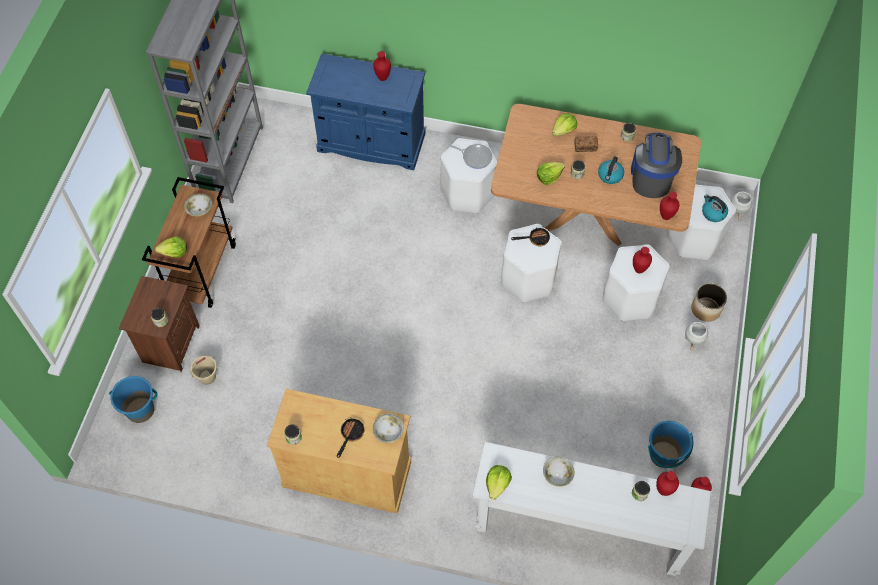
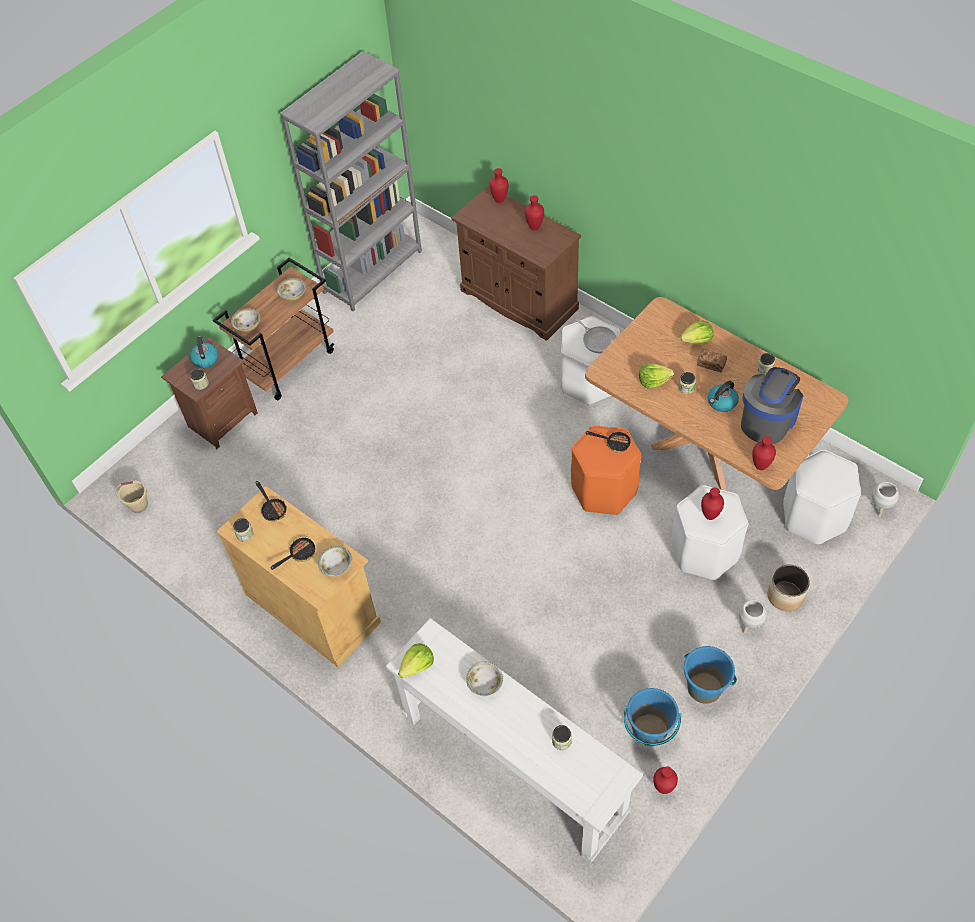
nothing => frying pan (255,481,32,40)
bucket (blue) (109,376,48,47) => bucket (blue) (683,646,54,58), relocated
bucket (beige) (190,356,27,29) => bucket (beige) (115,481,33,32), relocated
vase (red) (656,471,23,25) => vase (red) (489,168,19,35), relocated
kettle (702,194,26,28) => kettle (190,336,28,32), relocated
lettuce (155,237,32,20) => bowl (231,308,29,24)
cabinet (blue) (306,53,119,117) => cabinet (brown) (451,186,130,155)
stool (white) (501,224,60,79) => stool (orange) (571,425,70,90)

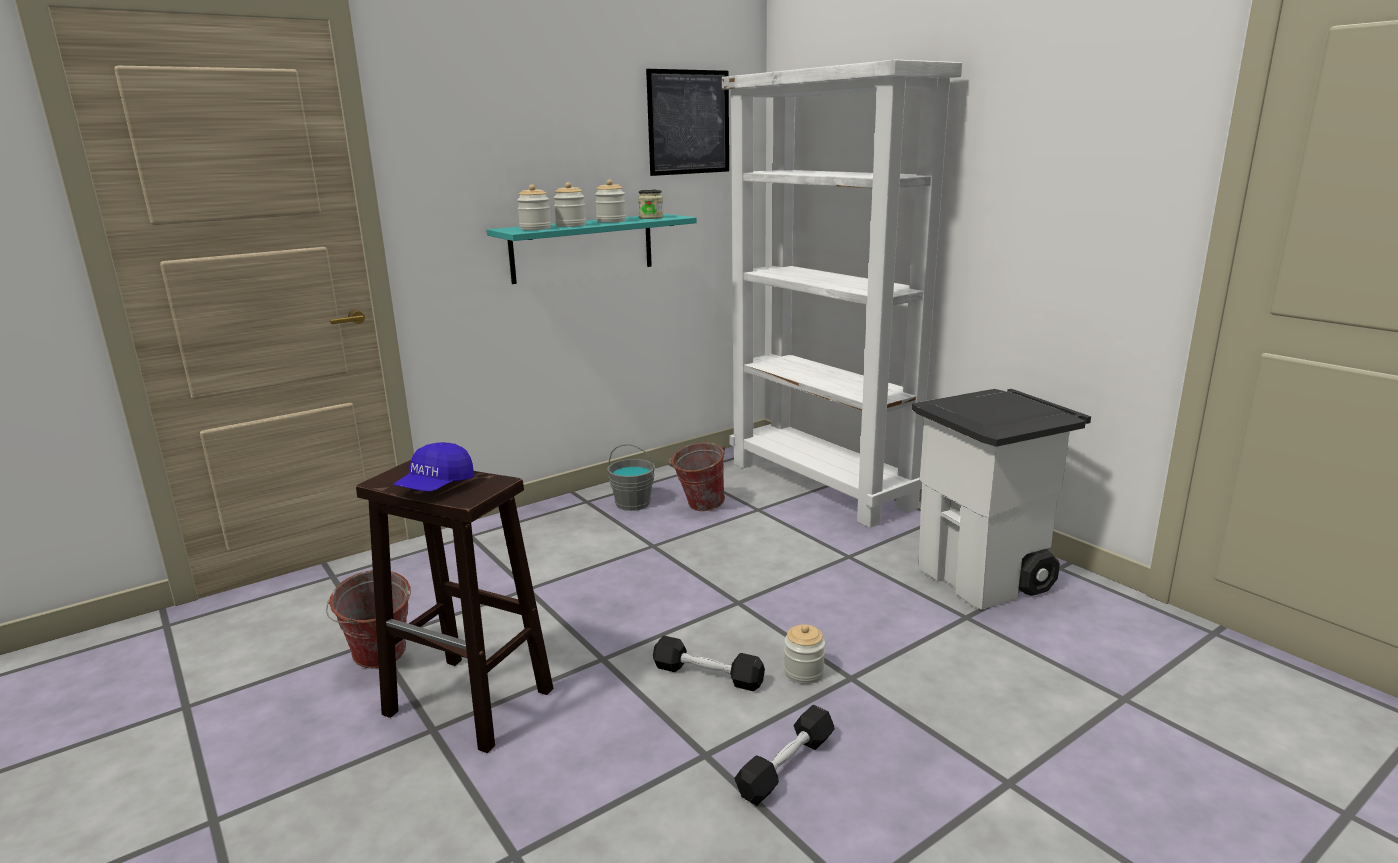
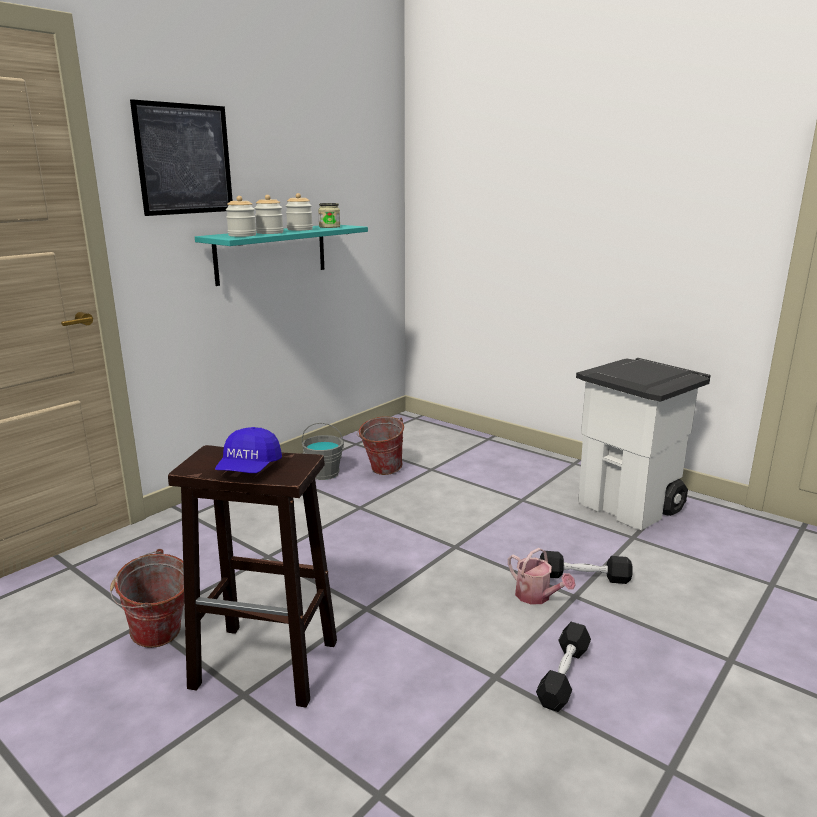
bookcase (white) (722,60,240,468) => nothing
picture (646,69,83,107) => picture (130,99,103,117), relocated
dumbbell (black) (653,636,112,55) => dumbbell (black) (540,551,93,33), relocated
jar (784,624,41,60) => watering can (508,548,68,57)

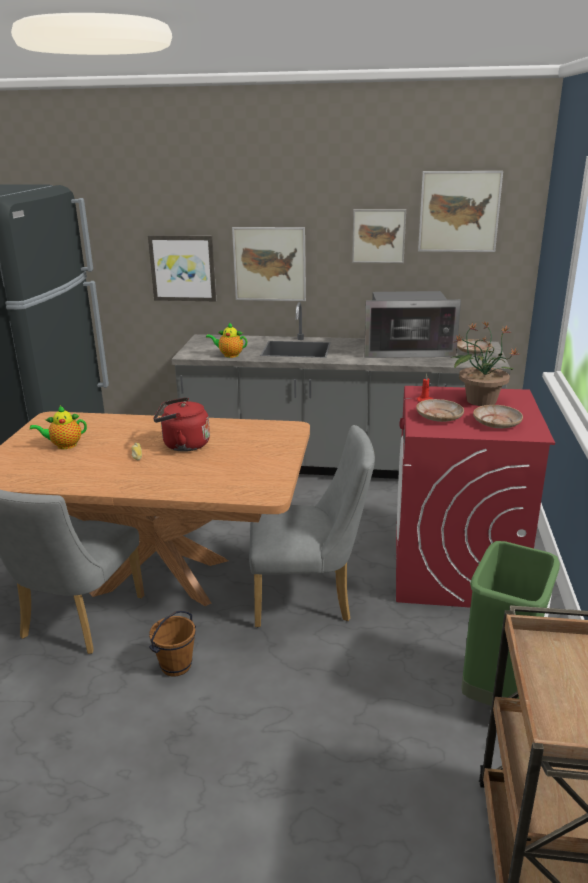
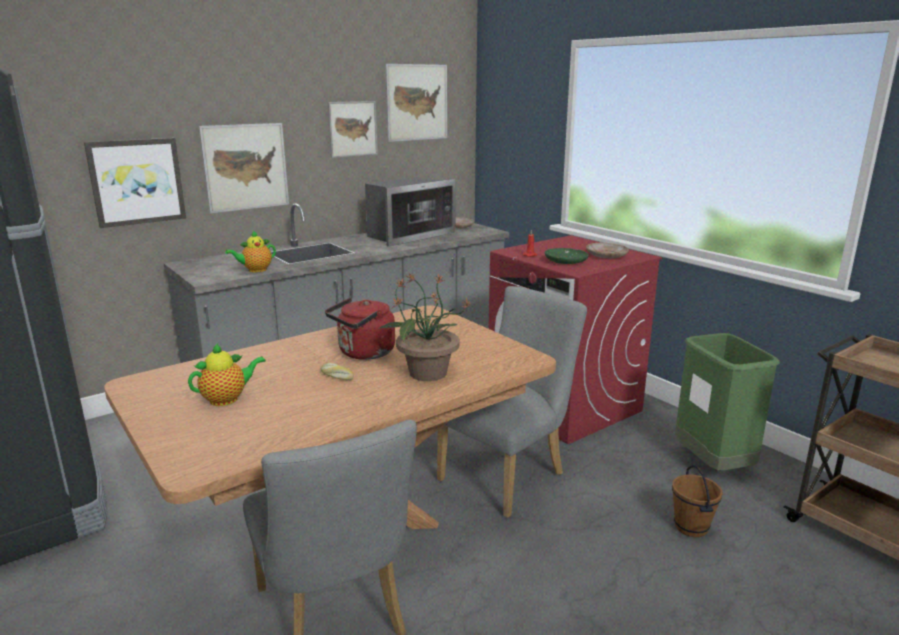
bucket (brown) (149,610,47,67) => bucket (brown) (672,465,51,72), relocated
potted plant (451,321,67,85) => potted plant (377,273,94,108), relocated
plate (beige) (416,399,48,23) => plate (green) (545,248,44,16)
teapot (30,405,57,44) => teapot (188,343,78,63), 150 degrees counterclockwise

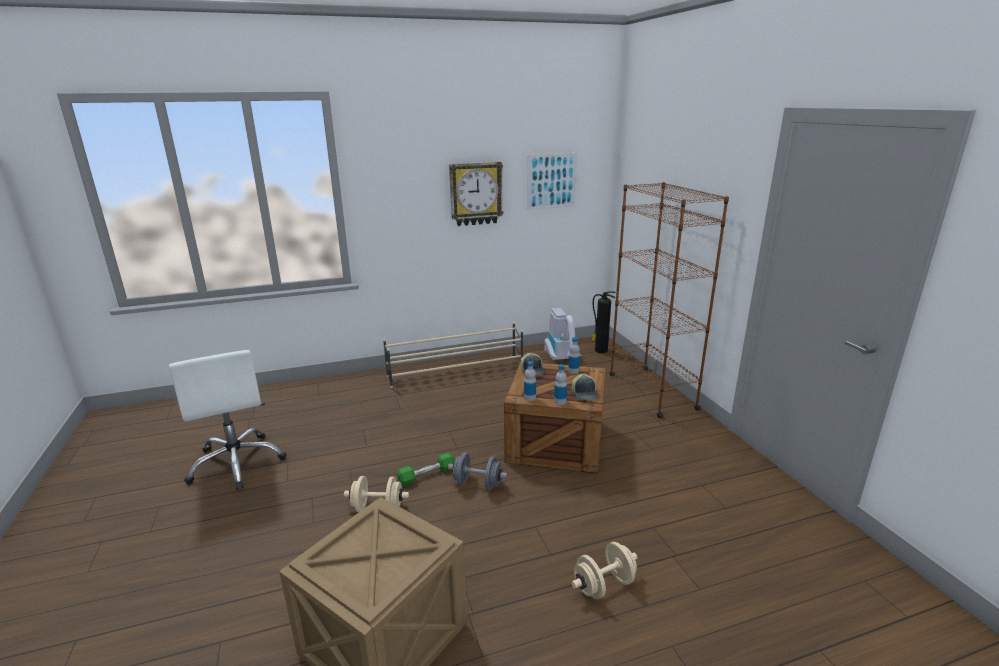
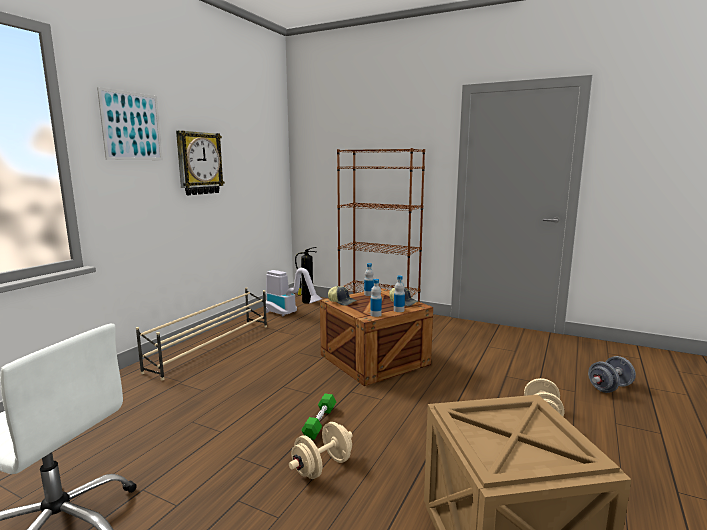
dumbbell (grey) (448,452,59,39) => dumbbell (grey) (588,356,48,37), relocated
picture (527,153,50,57) => picture (97,87,66,73), relocated

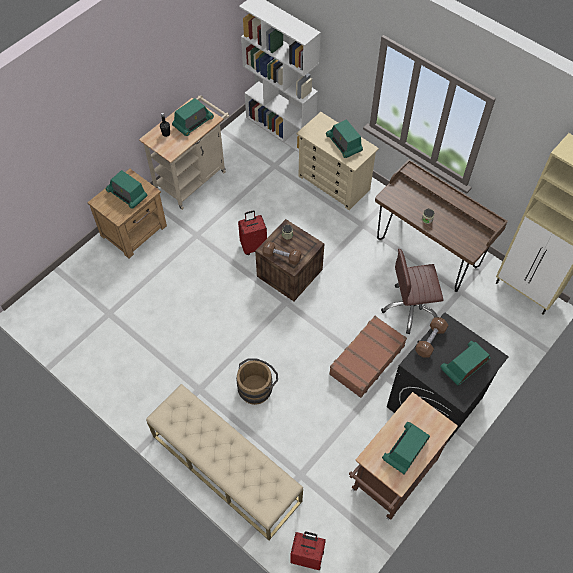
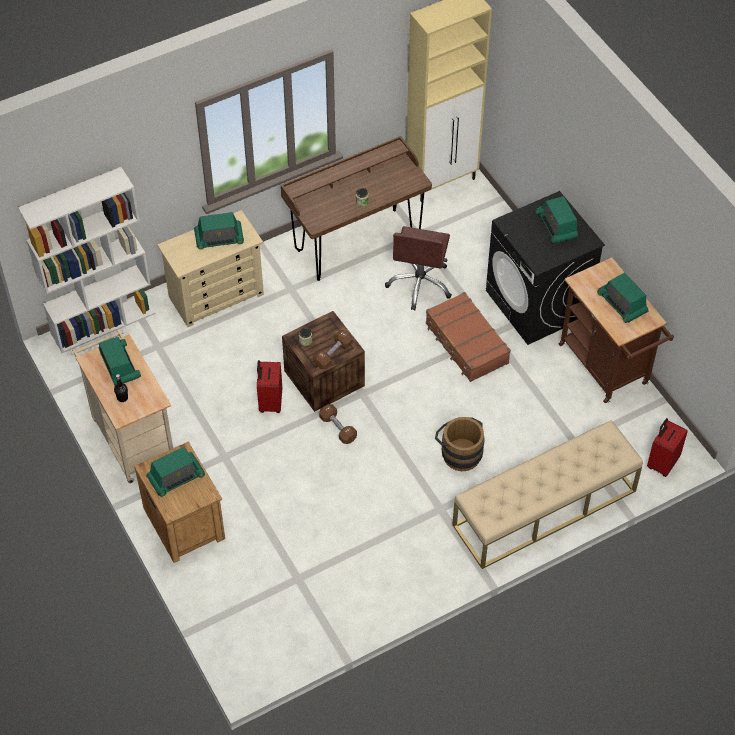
dumbbell (brown) (415,317,33,41) => dumbbell (brown) (319,404,38,40), relocated

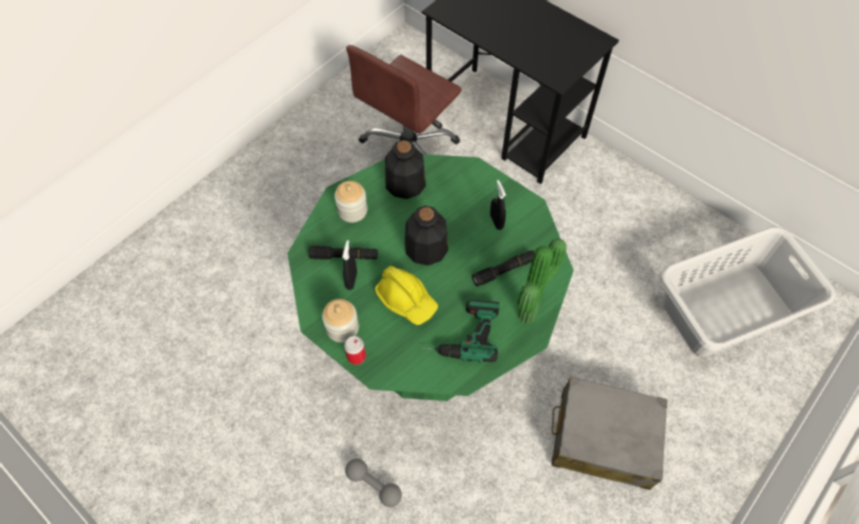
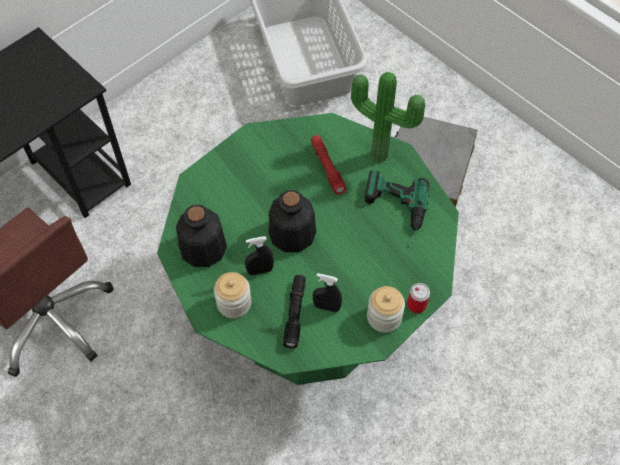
dumbbell (grey) (345,459,57,48) => nothing
hard hat (yellow) (375,266,63,59) => nothing
spray bottle (black) (490,180,16,50) => spray bottle (black) (245,237,29,38), relocated
flashlight (black) (472,250,63,36) => flashlight (red) (311,135,36,60)

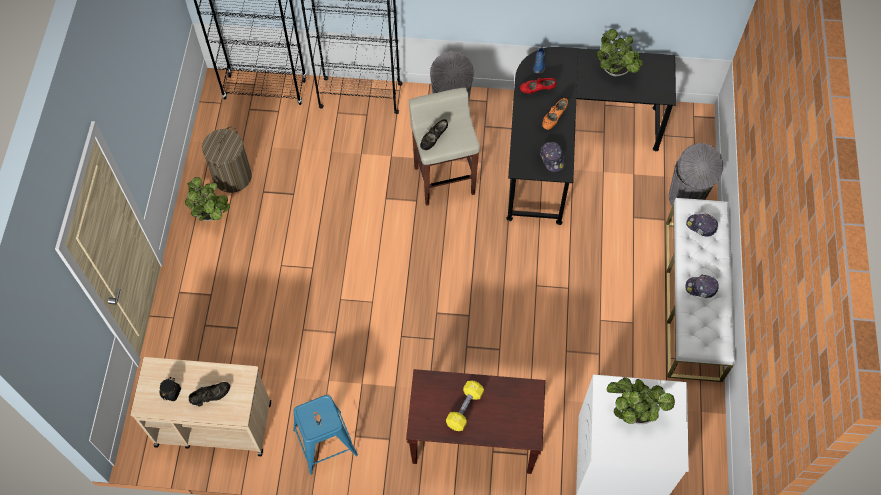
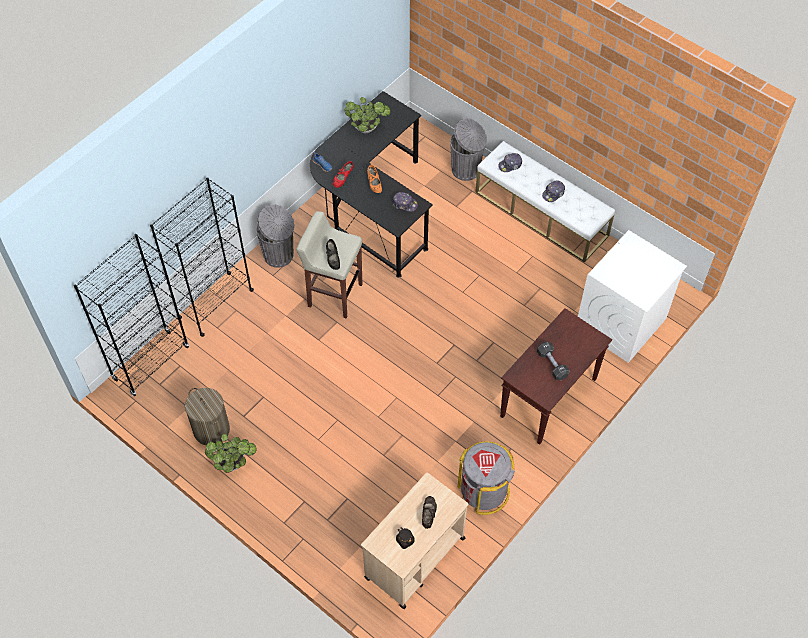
potted plant (607,377,68,47) => nothing
stool (blue) (293,395,65,80) => trash can (grey) (458,441,57,74)
dumbbell (yellow) (446,381,38,50) => dumbbell (black) (537,342,33,38)

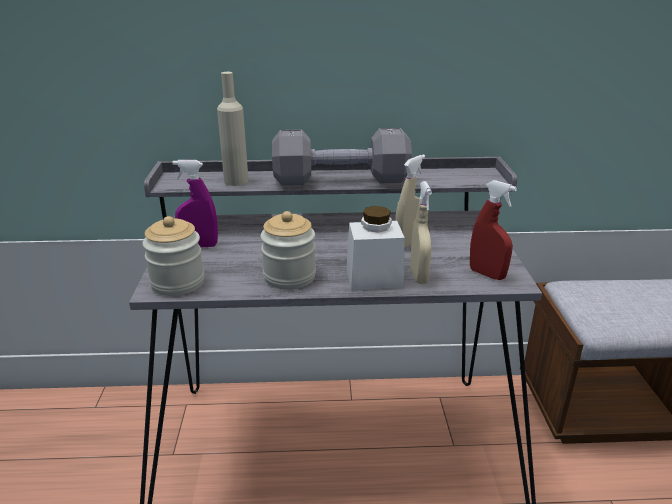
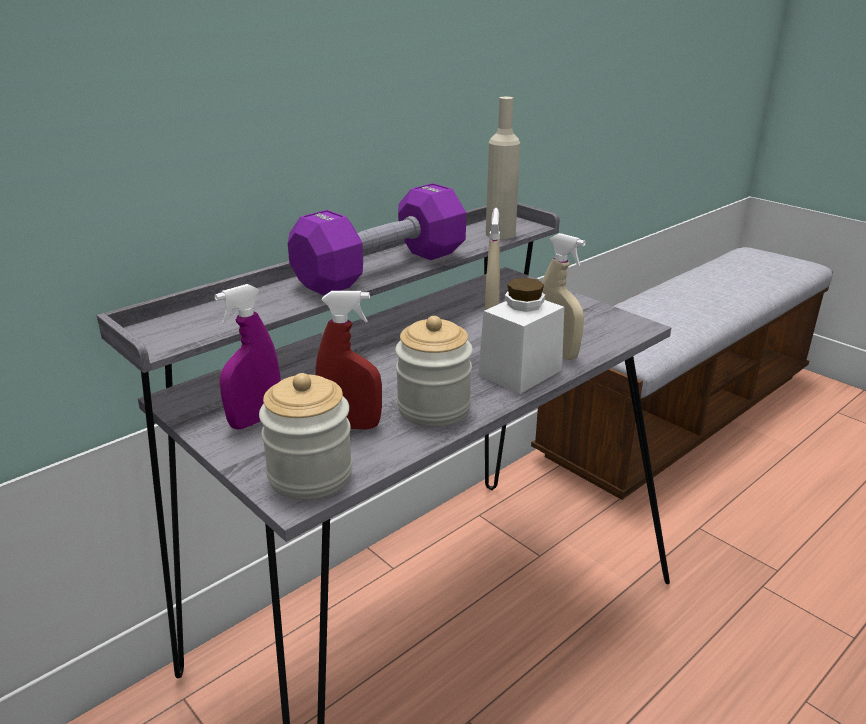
bottle (beige) (217,72,32,114) => bottle (beige) (486,97,34,142), relocated
spray bottle (red) (470,180,47,100) => spray bottle (red) (315,291,67,138), relocated
dumbbell (grey) (272,128,140,58) => dumbbell (purple) (288,183,178,113)

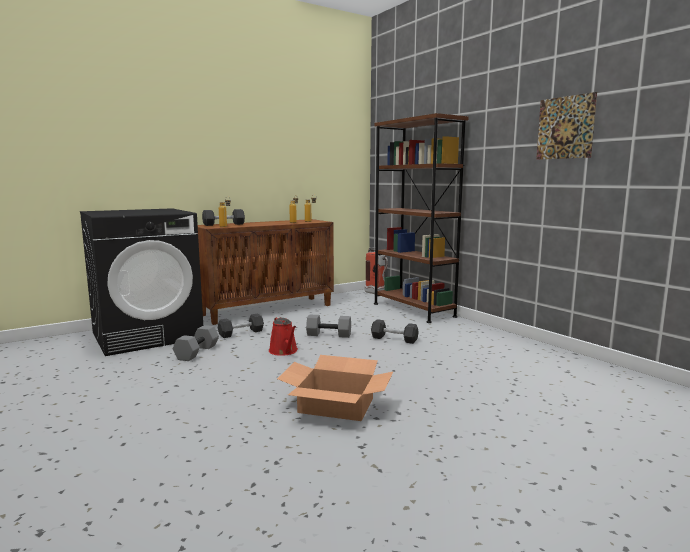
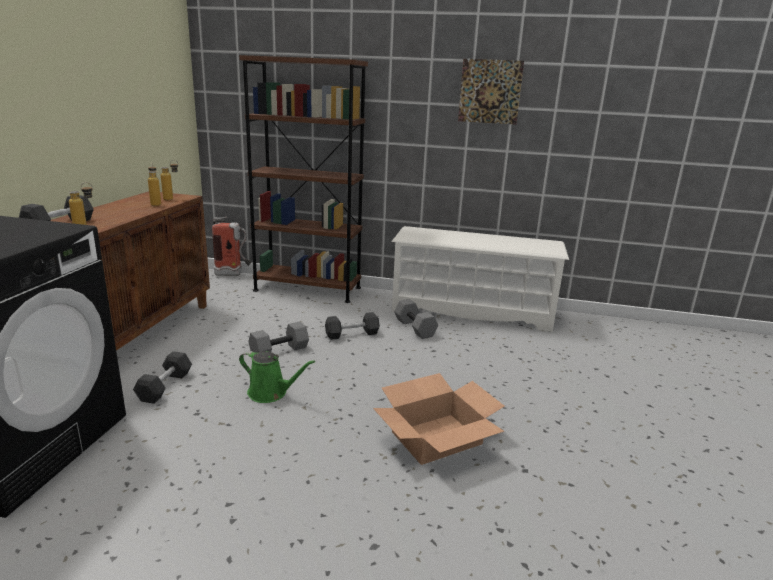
nothing => shoe rack (white) (391,226,178,106)
dumbbell (grey) (173,325,46,36) => dumbbell (grey) (394,299,44,40), relocated
watering can (red) (269,317,29,39) => watering can (green) (239,351,76,52)

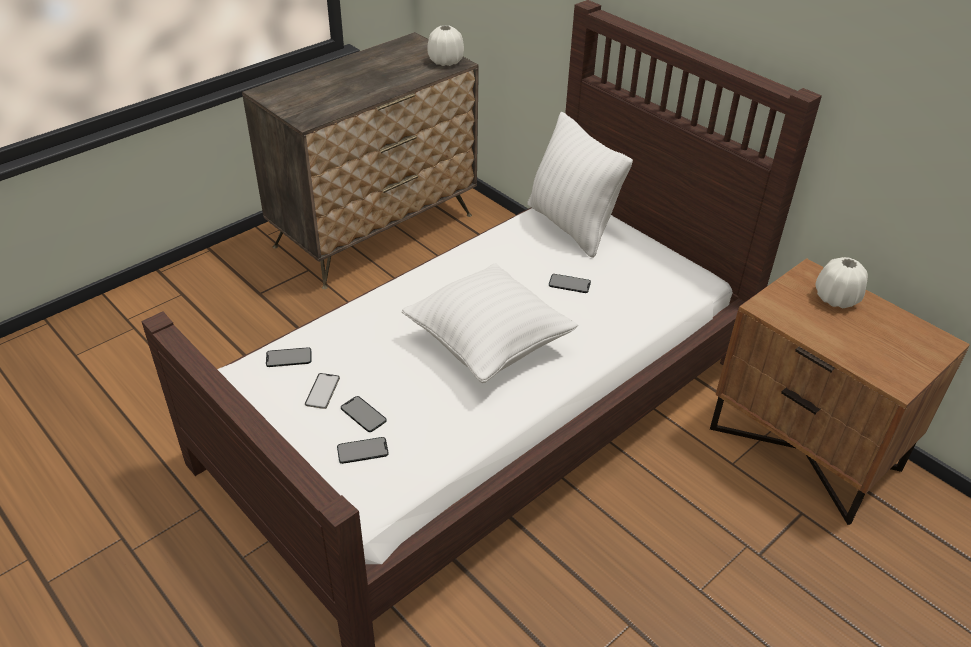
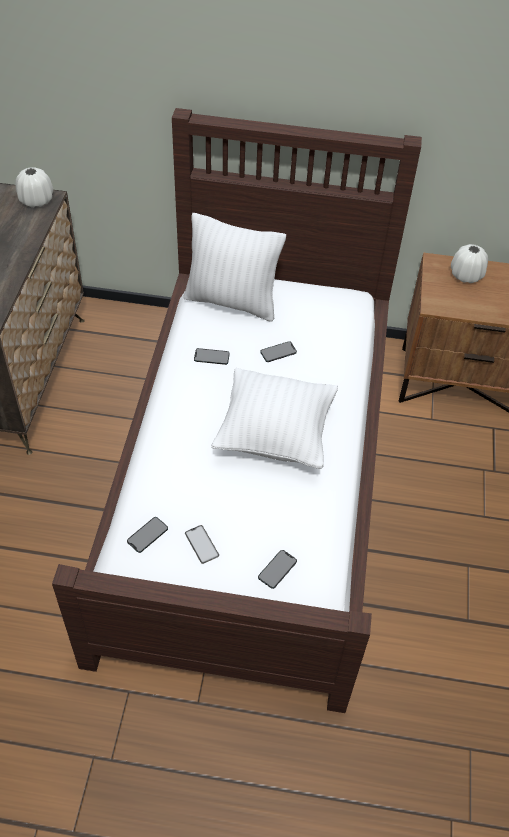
phone (341,396,46,36) => phone (194,348,36,17), relocated

